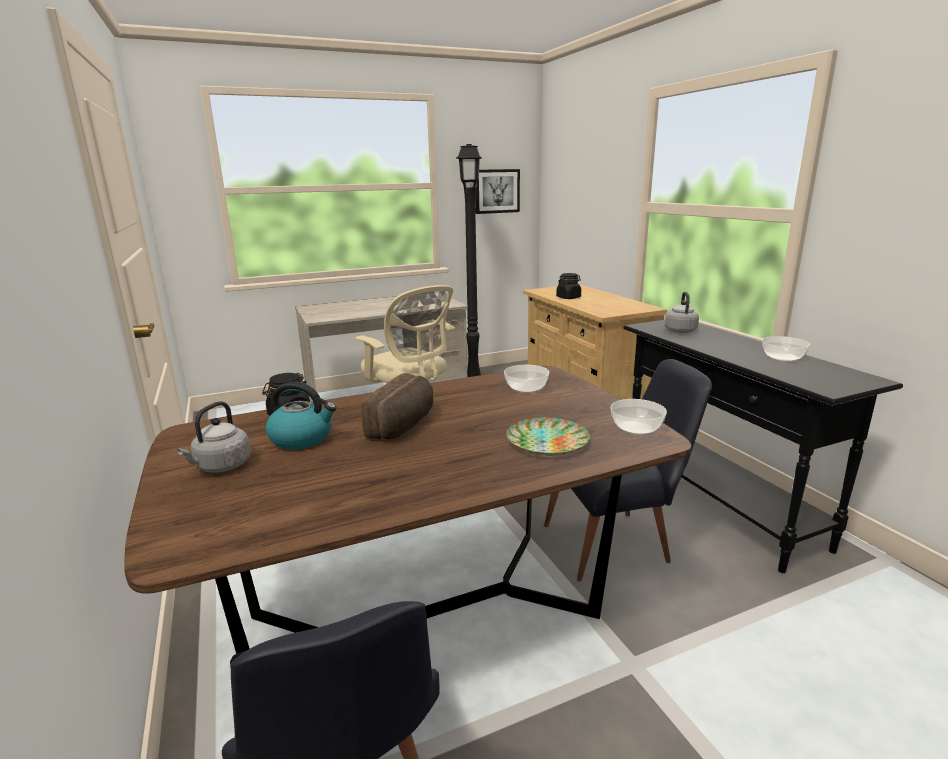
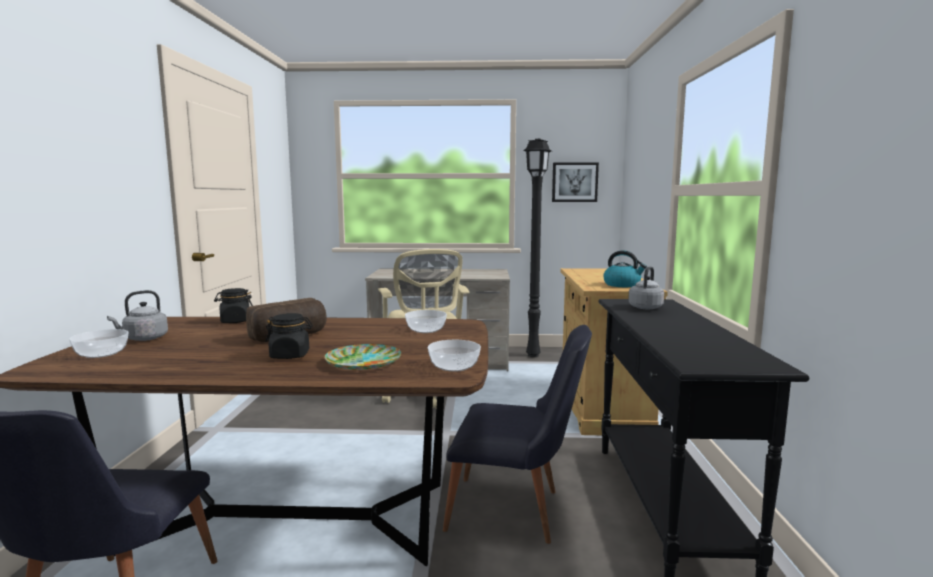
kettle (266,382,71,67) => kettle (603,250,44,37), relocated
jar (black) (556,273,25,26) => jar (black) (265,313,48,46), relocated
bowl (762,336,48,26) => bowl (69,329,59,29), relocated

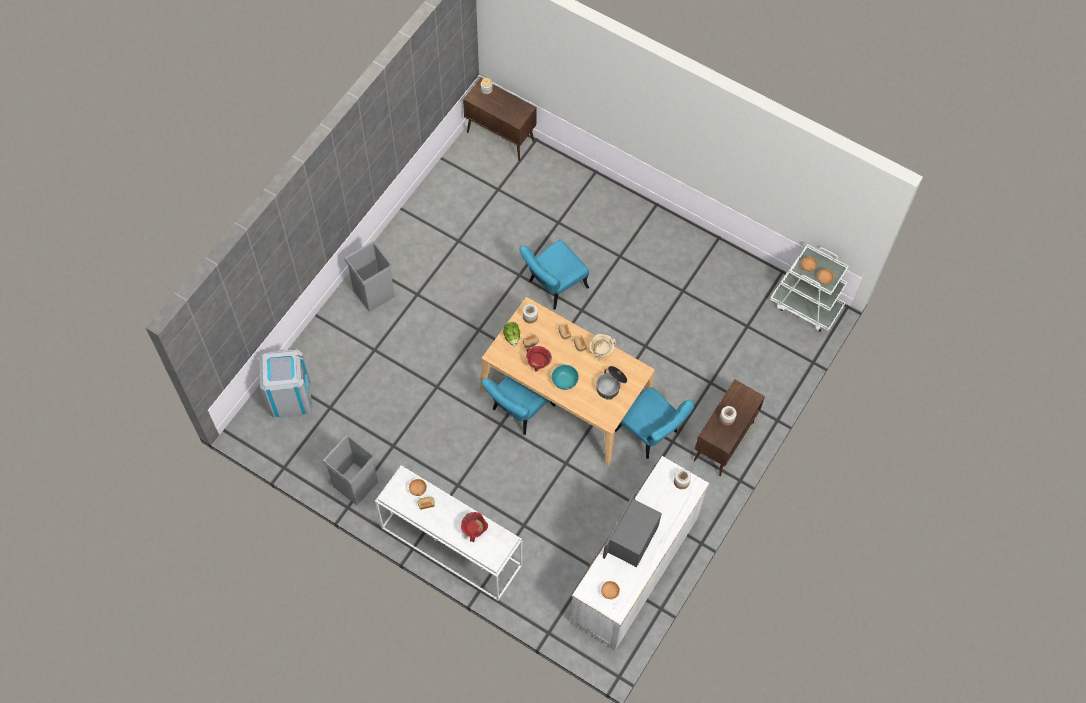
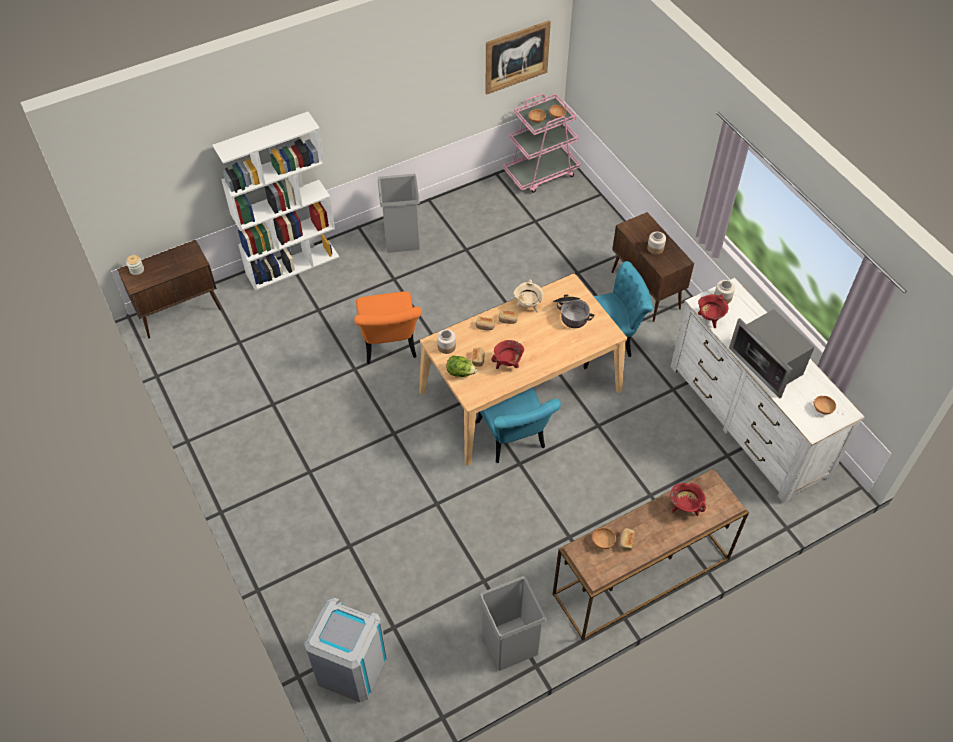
bowl (turquoise) (552,365,27,25) => nothing
nothing => bookcase (white) (212,112,127,179)
nothing => picture (485,20,66,74)
nothing => cooking pot (red) (698,294,31,34)
trash can (grey) (344,241,51,71) => trash can (grey) (378,174,42,79), relocated
console table (white) (375,465,147,136) => console table (brown) (553,469,196,172)
chair (turquoise) (519,240,70,70) => chair (orange) (354,292,67,72)
cart (white) (770,244,79,88) => cart (pink) (503,93,77,100)

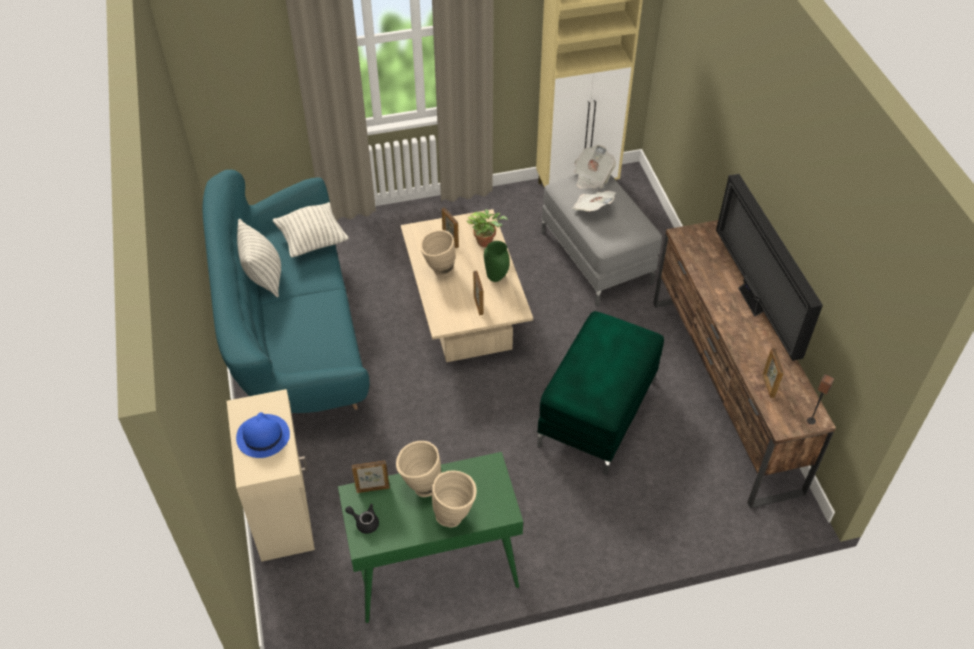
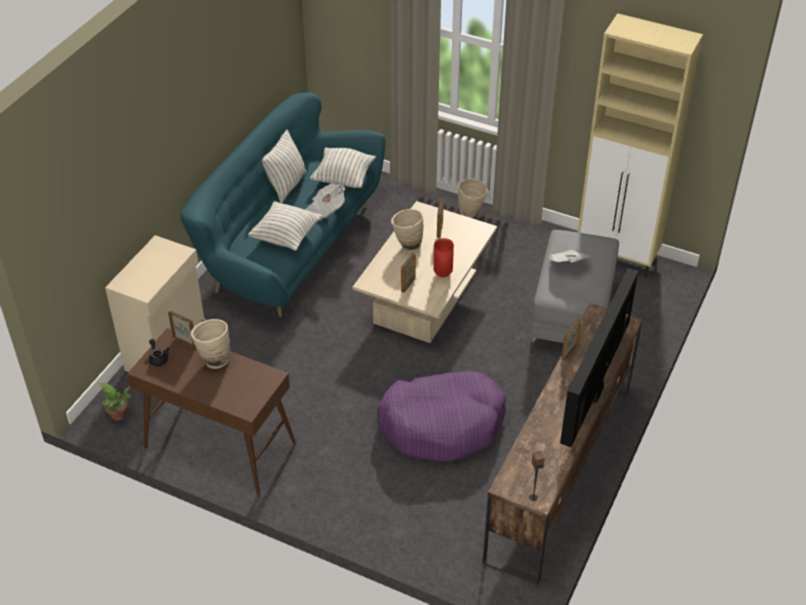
hat (blue) (236,412,54,46) => nothing
nothing => pillow (248,201,74,50)
vase (beige) (432,470,45,57) => vase (beige) (458,178,30,40), relocated
potted plant (467,209,41,38) => potted plant (99,383,32,38), relocated
newspaper (574,145,42,44) => newspaper (305,183,40,38), relocated
picture frame (762,348,22,50) => picture frame (561,318,21,43), relocated
ottoman (green) (537,311,127,164) => dog bed (purple) (377,371,129,91)
console table (green) (338,452,185,171) => console table (brown) (127,328,169,167)
vase (green) (484,241,26,41) => vase (red) (433,238,21,39)

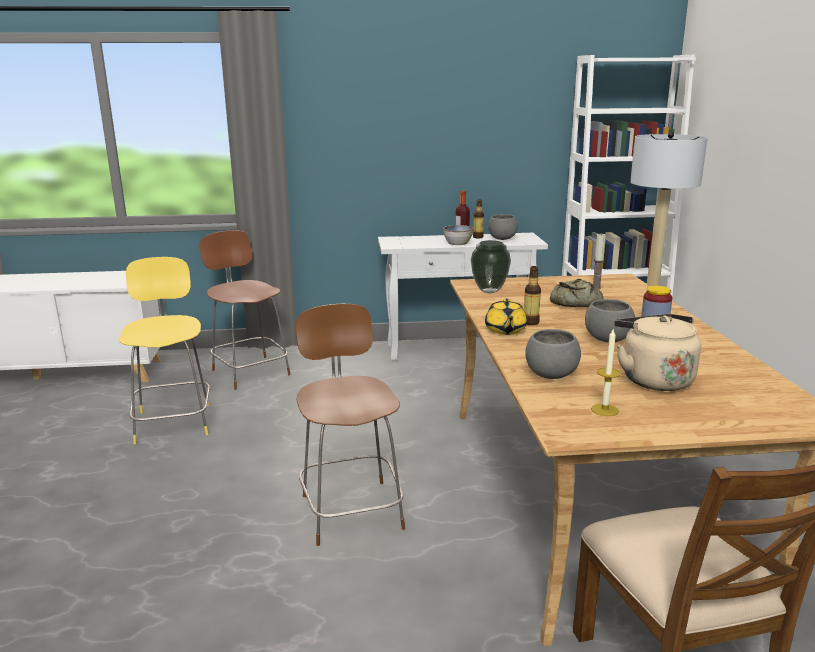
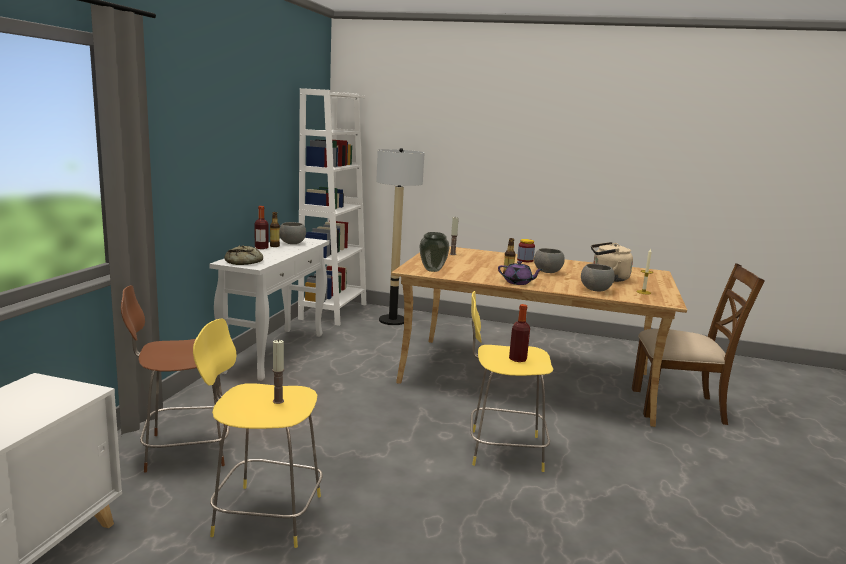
bowl (443,225,30,20) => nothing
nothing => candle (272,340,12,64)
nothing => bottle (509,304,21,58)
bread (550,279,54,28) => bread (224,245,39,20), relocated
stool (brown) (296,304,109,242) => stool (yellow) (471,291,82,181)
teapot (yellow) (485,298,42,37) => teapot (purple) (498,261,45,24)

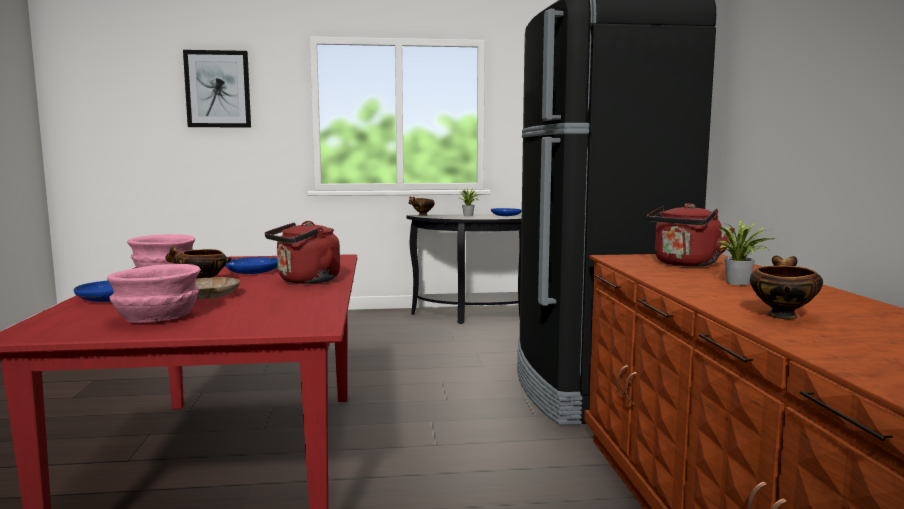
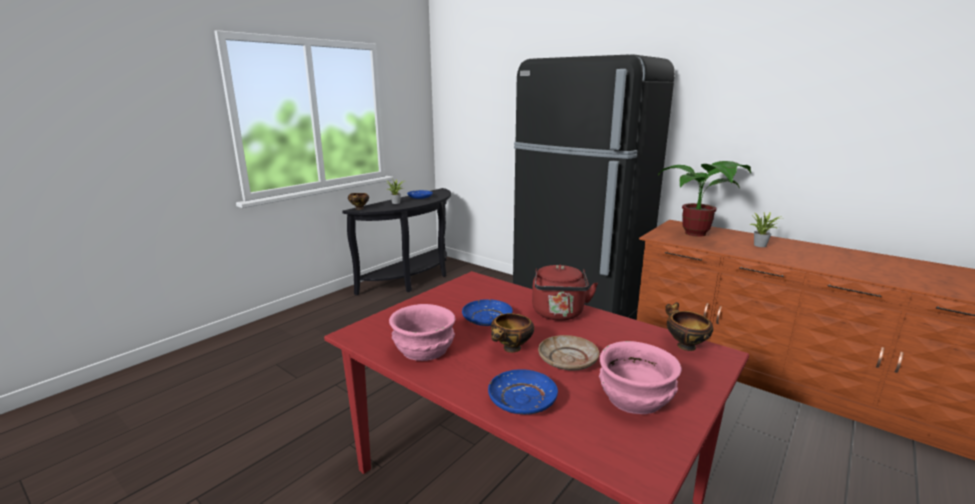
picture (183,50,68,78) => nothing
bowl (750,256,73,63) => bowl (665,302,48,49), relocated
kettle (red) (647,203,88,64) => potted plant (658,161,93,76)

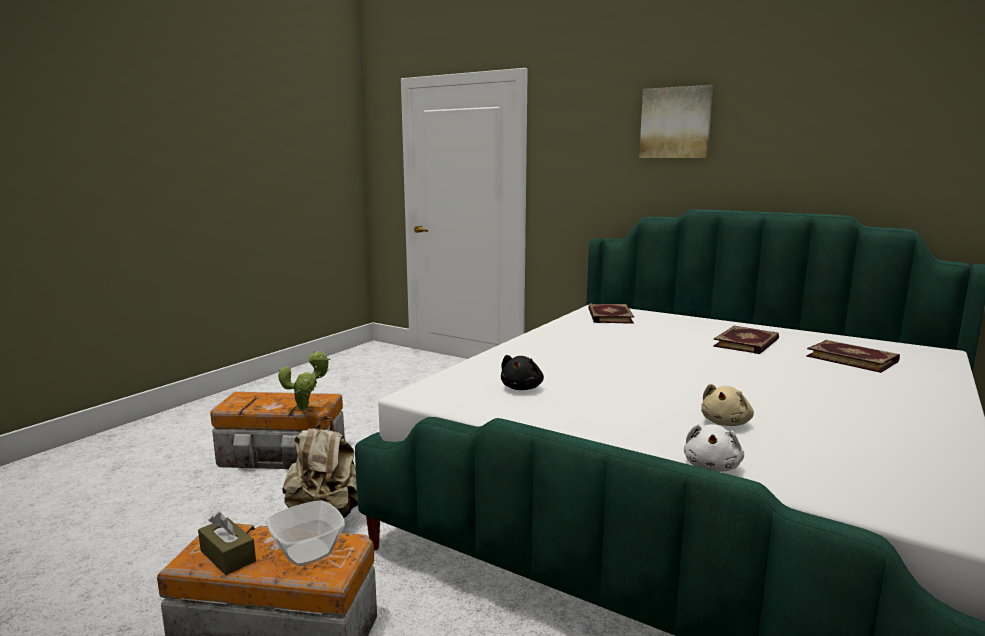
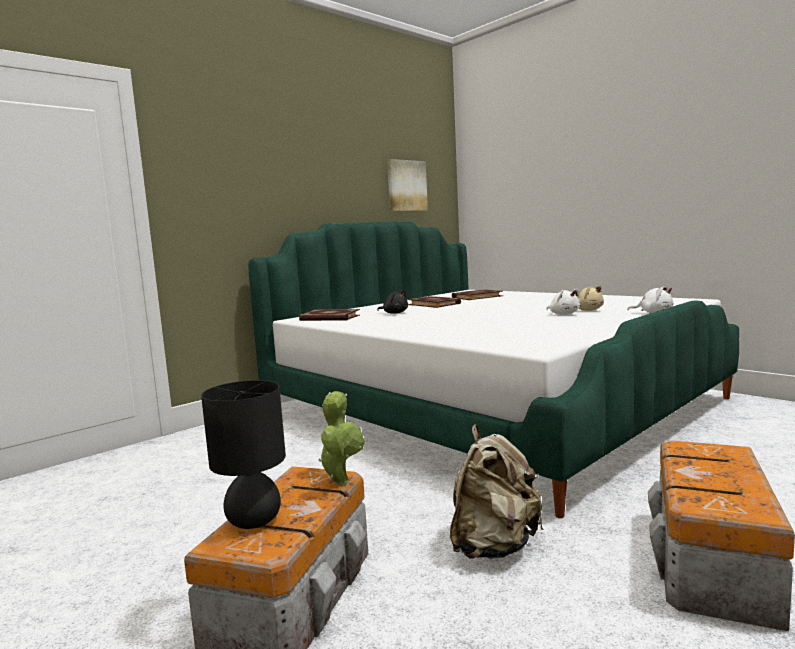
tissue box (brown) (198,513,58,62) => nothing
bowl (267,500,78,66) => nothing
nothing => table lamp (black) (201,380,85,149)
nothing => plush toy (white) (546,289,34,26)
plush toy (black) (501,355,43,35) => plush toy (black) (377,290,31,24), relocated
picture (639,85,74,73) => picture (387,159,41,52), relocated

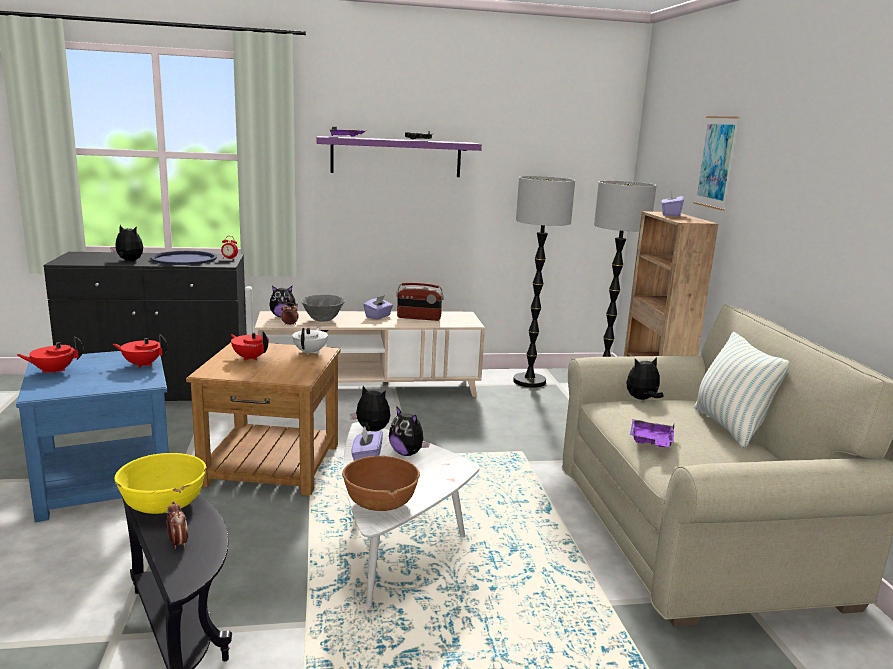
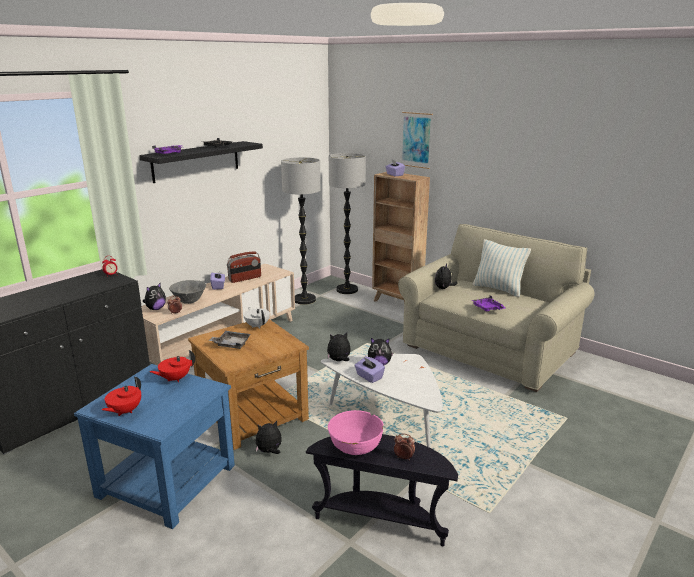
tray (blue) (150,251,67,14) => nothing
bowl (brown) (342,456,78,55) => nothing
plush toy (110,225,33,36) => plush toy (256,421,26,33), relocated
teapot (red) (231,331,38,29) => tray (grey) (209,331,42,18)
bowl (yellow) (114,453,92,61) => bowl (pink) (328,410,56,45)
shelf (purple) (317,136,165,41) => shelf (black) (139,141,124,42)

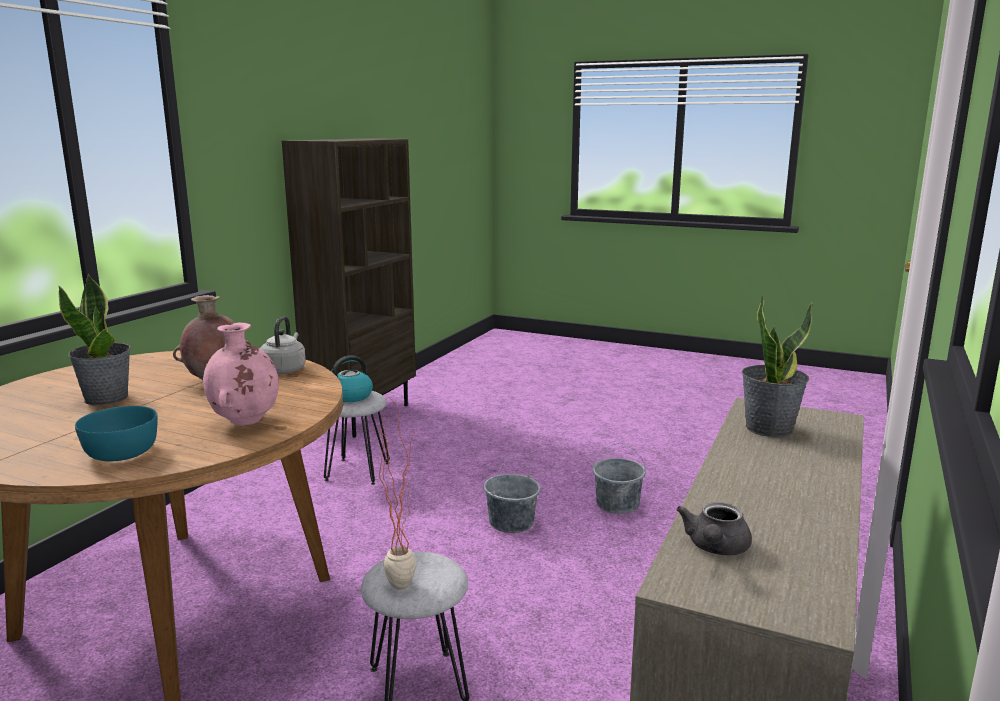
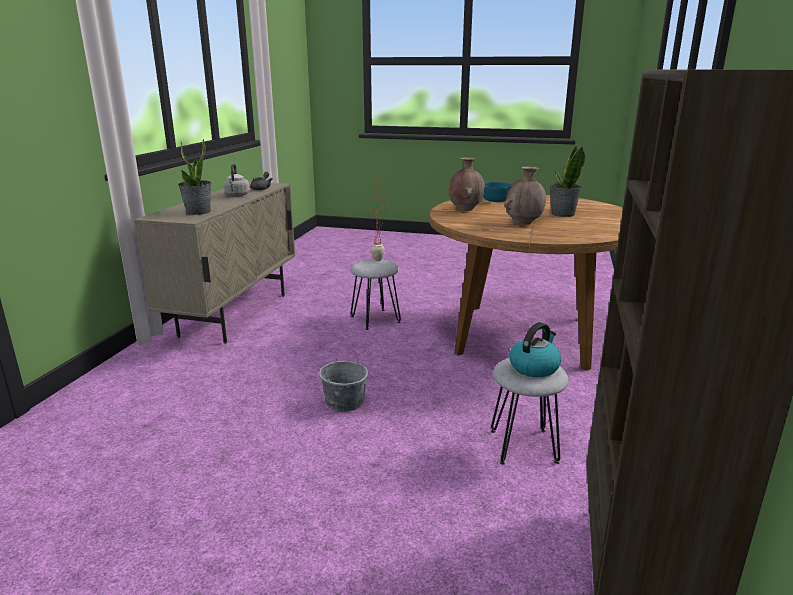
bucket (grey) (593,443,53,71) => nothing
kettle (grey) (260,316,46,58) => kettle (grey) (223,164,27,33), relocated
vase (pink) (203,323,76,103) => vase (brown) (448,158,37,53)

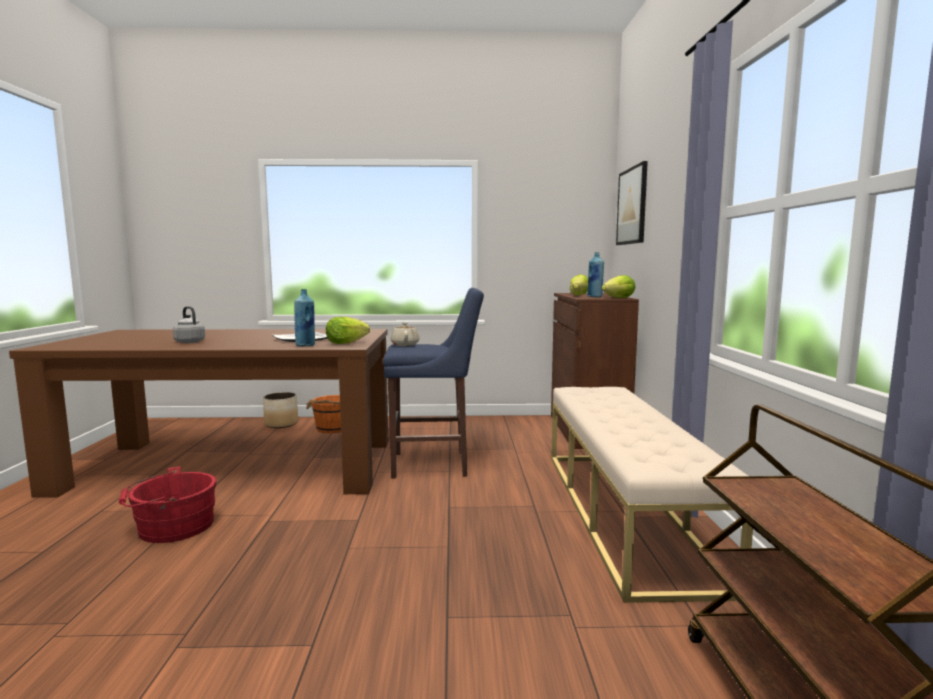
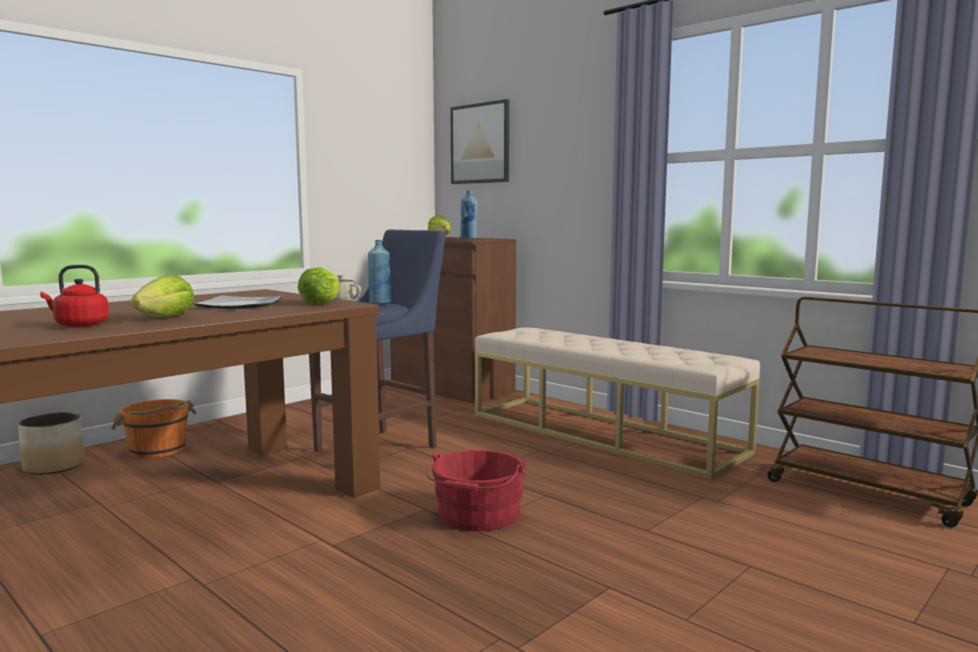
bucket (red) (119,467,98,76) => bucket (red) (426,450,100,81), relocated
bottle (blue) (294,289,21,57) => bottle (blue) (368,240,23,64), relocated
lettuce (602,275,33,23) => lettuce (131,275,63,42), relocated
kettle (grey) (173,306,32,37) => kettle (red) (40,265,69,62)

